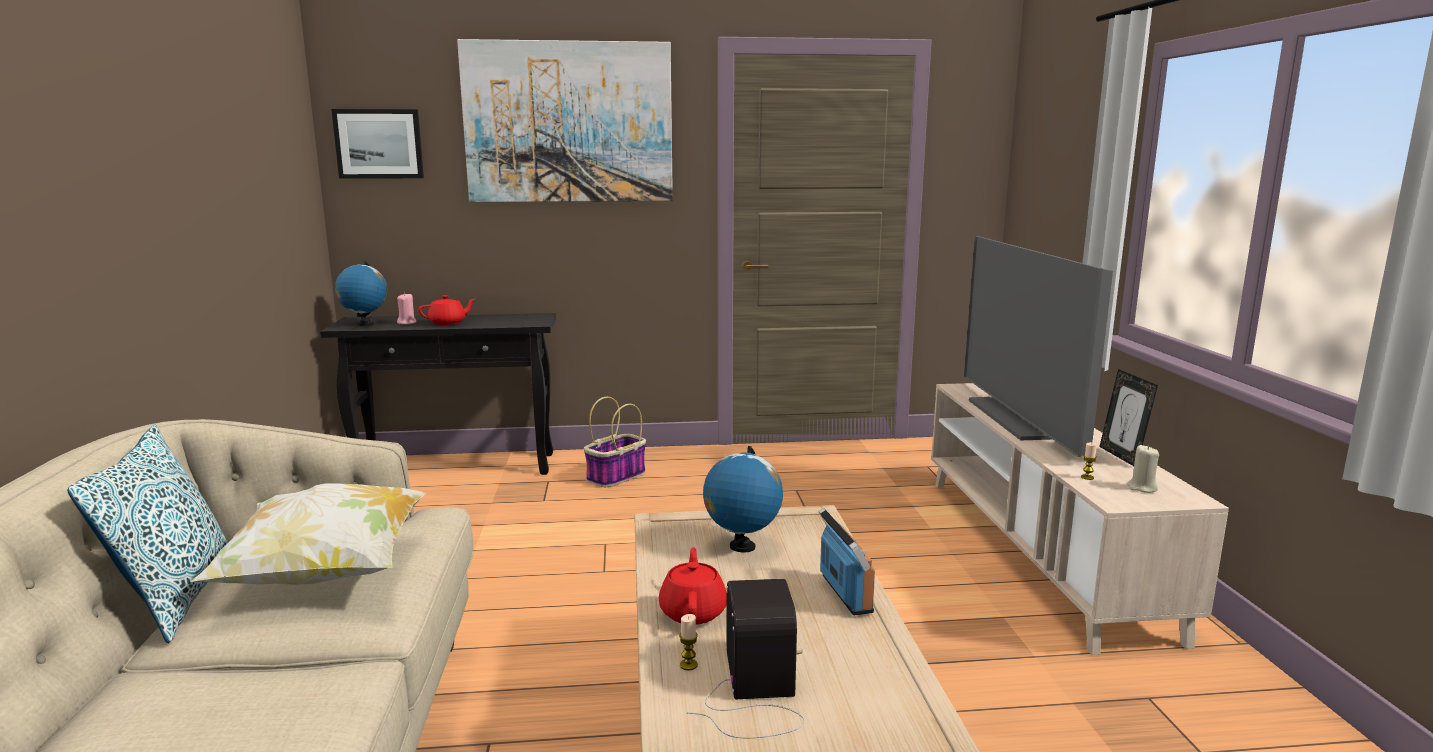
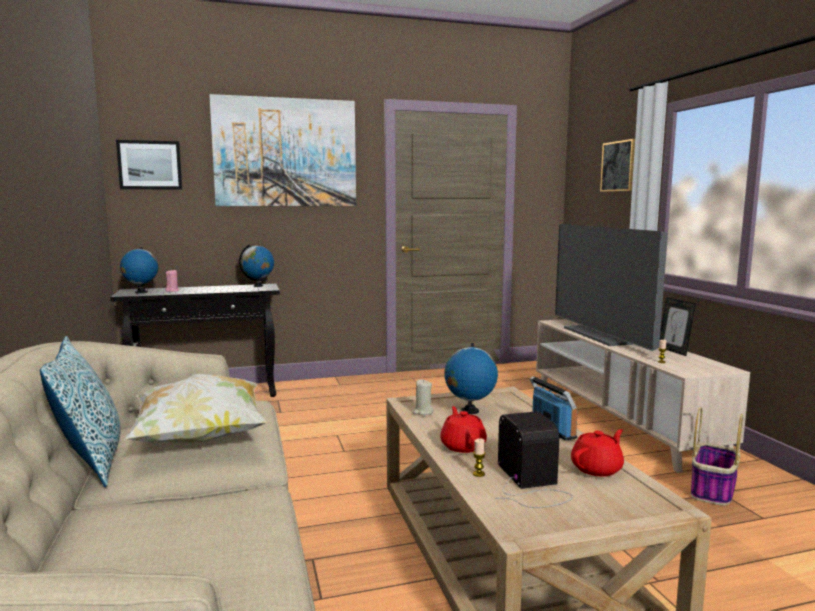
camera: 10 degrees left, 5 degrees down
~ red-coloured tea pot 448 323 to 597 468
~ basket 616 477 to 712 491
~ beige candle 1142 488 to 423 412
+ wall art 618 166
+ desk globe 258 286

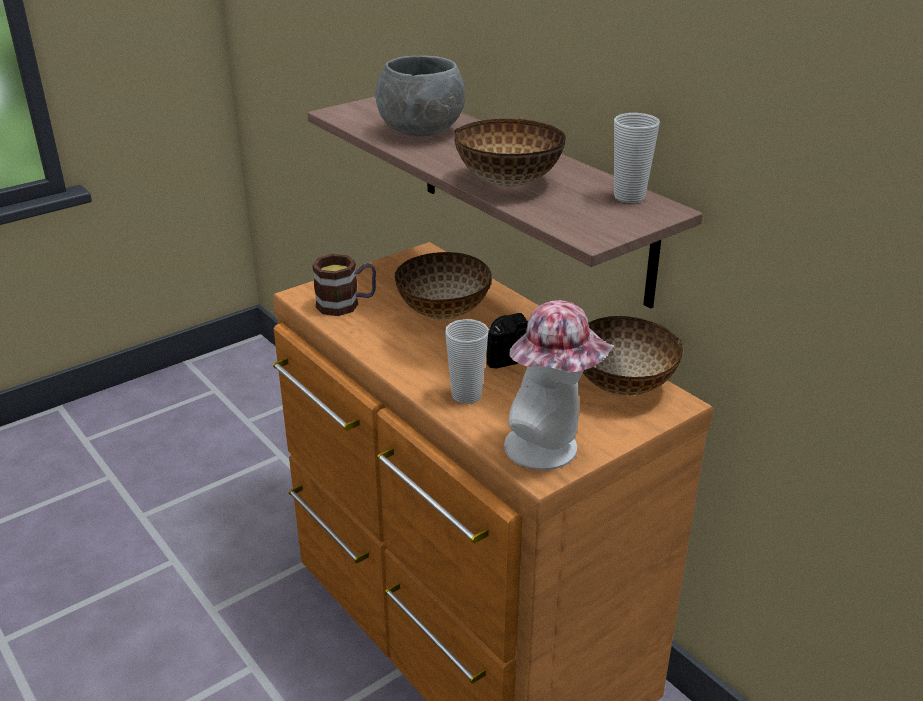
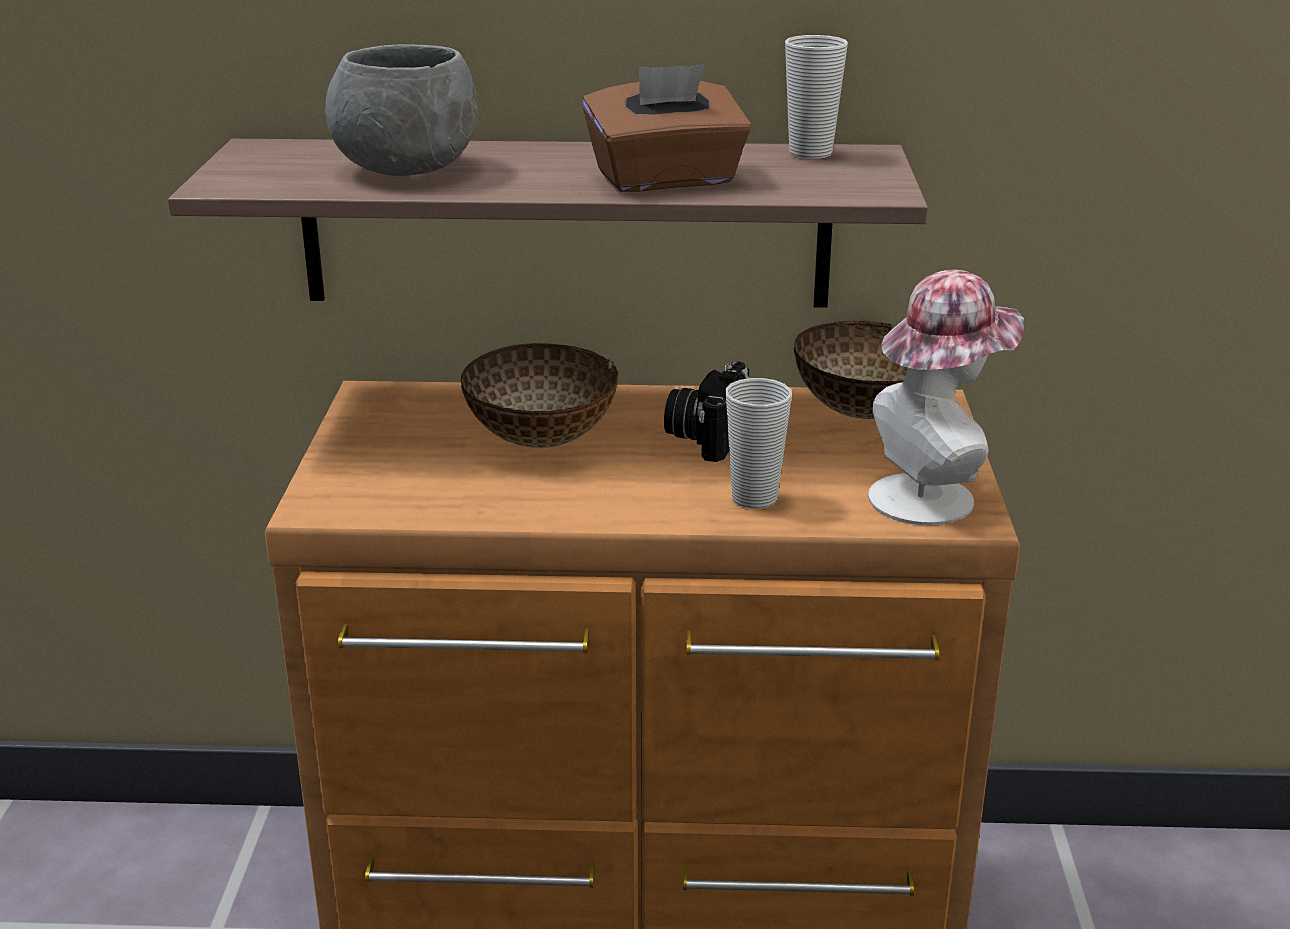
camera: 50 degrees left, 5 degrees down
~ serving bowl 510 182 to brown-coloured tissue holder 666 180
- coffee mug 346 304

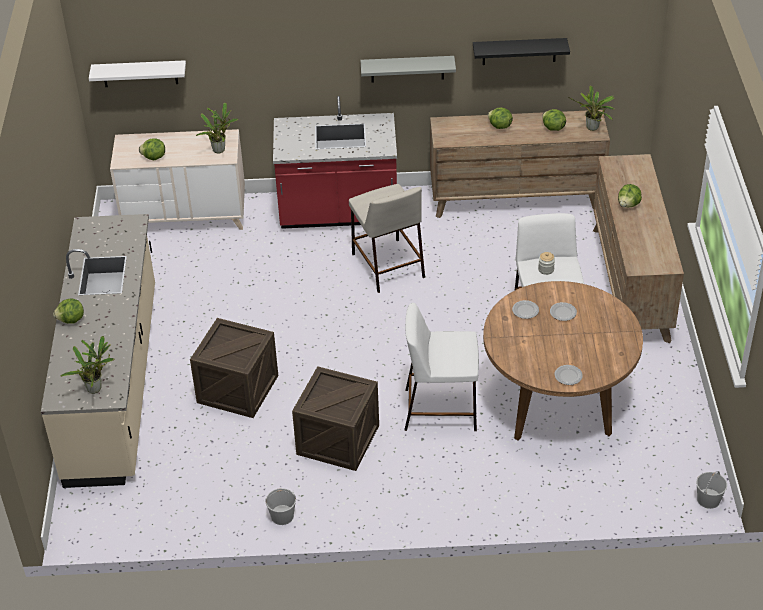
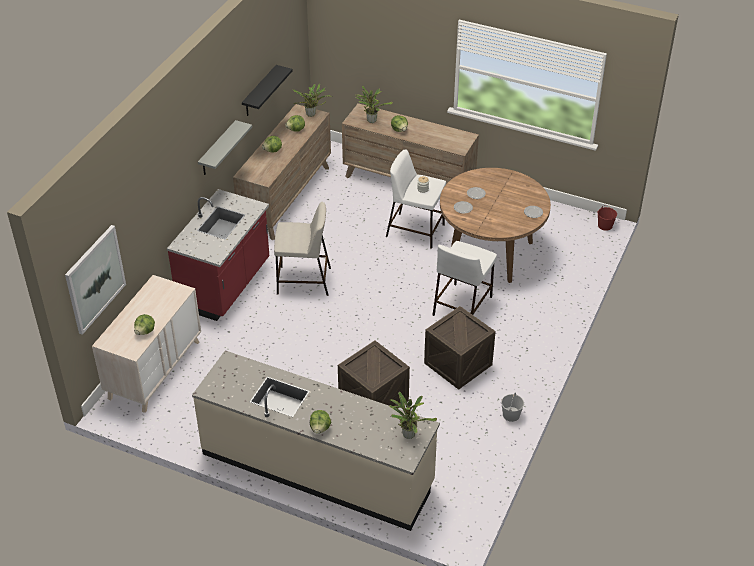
camera: 65 degrees left, 0 degrees up
~ white-coloured wall shelf 140 73 to wall art 95 279
~ potted plant 220 149 to 371 120
~ white-coloured bucket 708 500 to red-coloured bucket 605 225

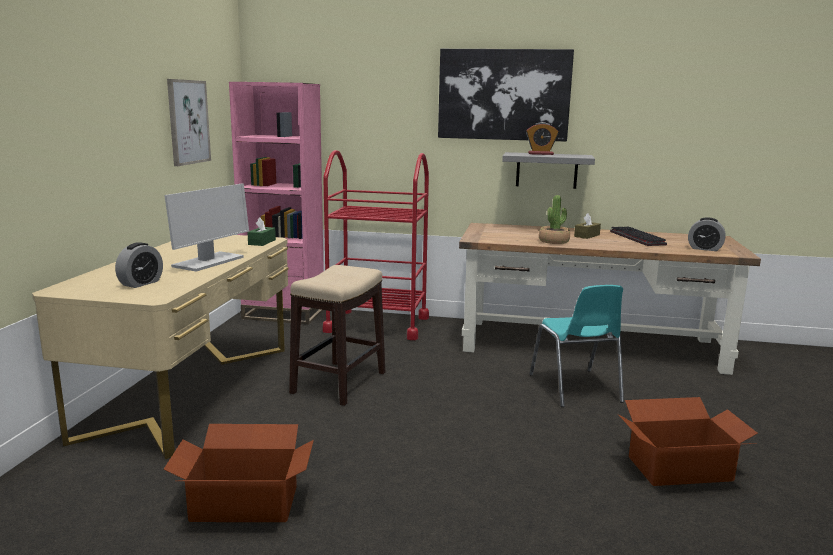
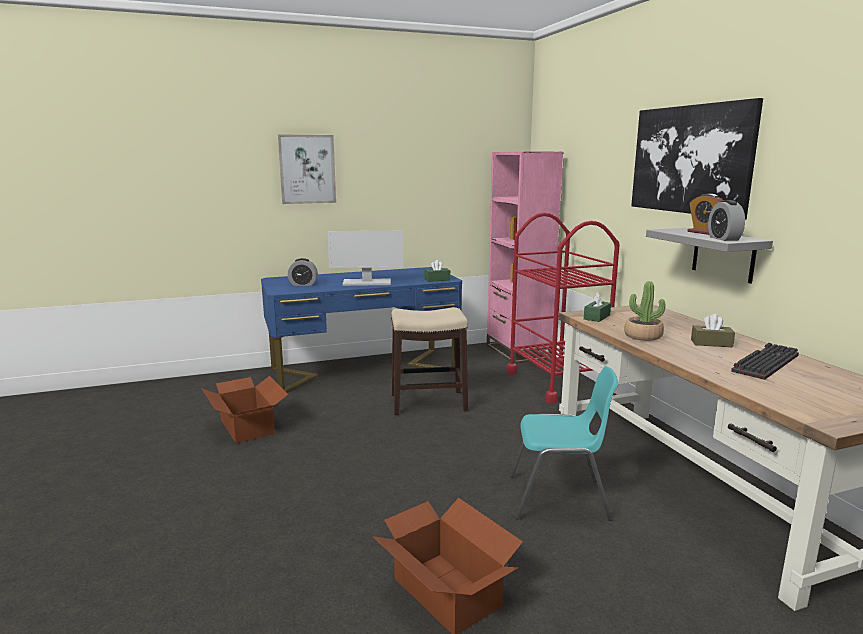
camera: 60 degrees right, 0 degrees up
~ wall art 188 122 to 307 169
~ table clock 704 249 to 723 239
~ beige desk 191 389 to blue desk 363 370
~ turquoise plain chair 575 389 = 560 498 135 degrees counterclockwise
+ greenish tissue holder 596 317

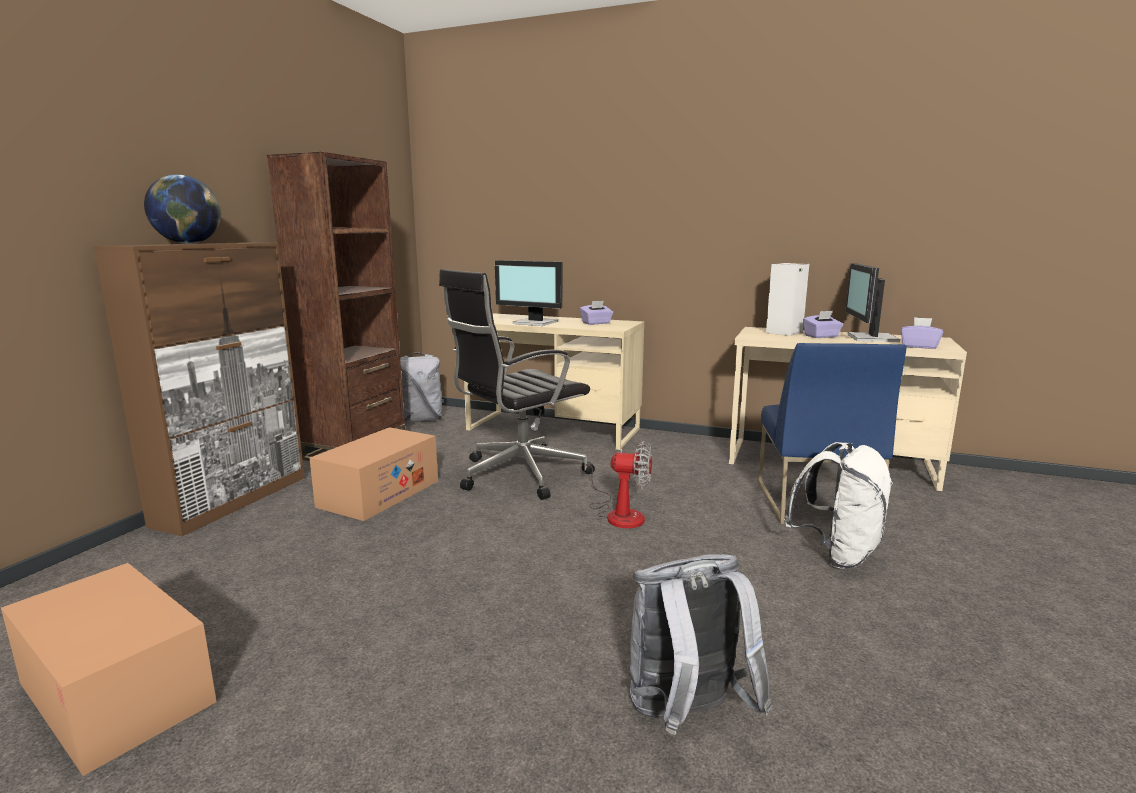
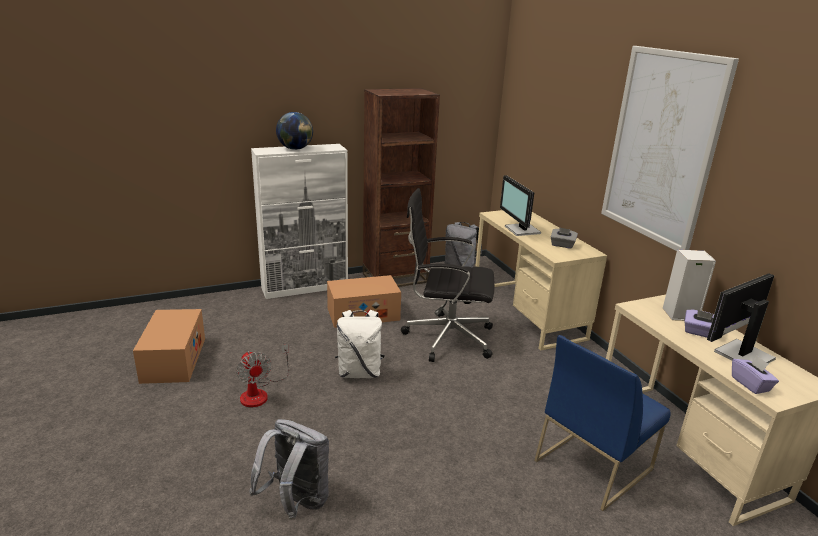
camera: 45 degrees right, 10 degrees up
~ brown-coloured cupboard 233 500 to white-coloured cupboard 305 287
~ purplish tissue holder 596 323 to gray tissue holder 562 245
~ cooling fan 619 514 to 260 393
~ white-coloured backpack 837 554 to 359 372
+ wall art 662 147

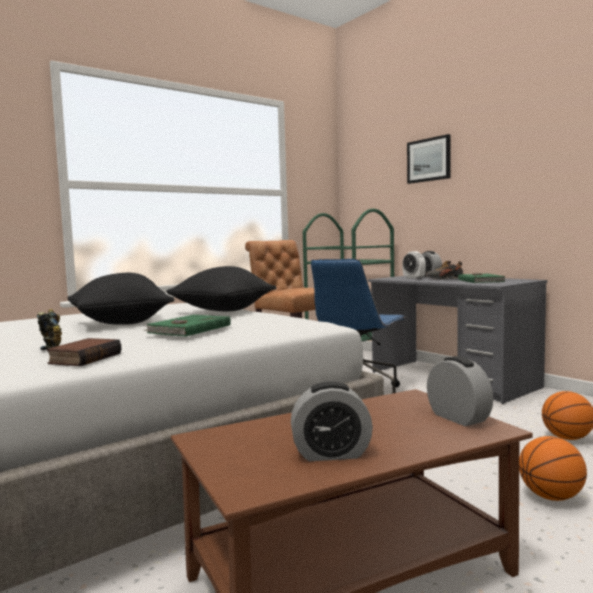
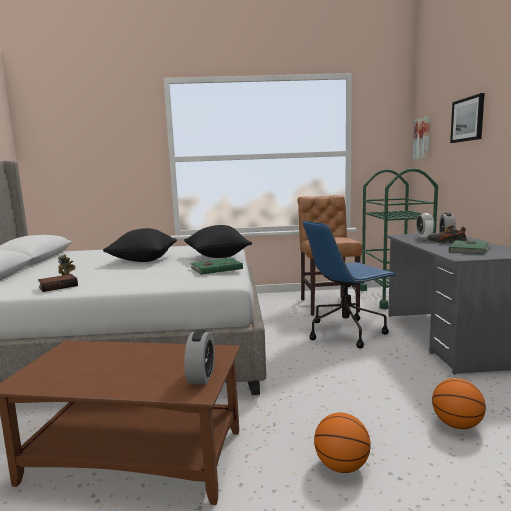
camera: 35 degrees right, 5 degrees up
~ greenish bound book 188 329 to 216 268
- table clock 331 454
+ wall art 422 138

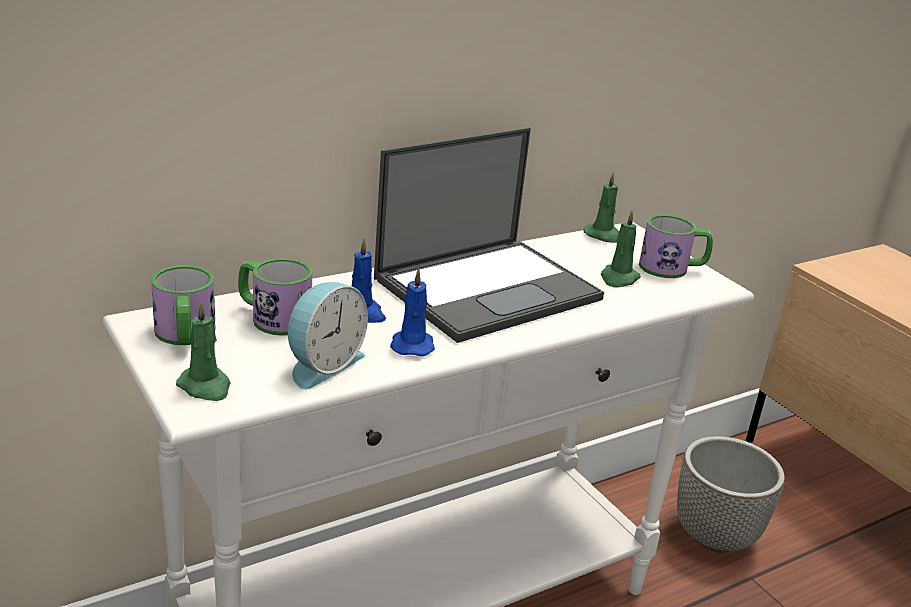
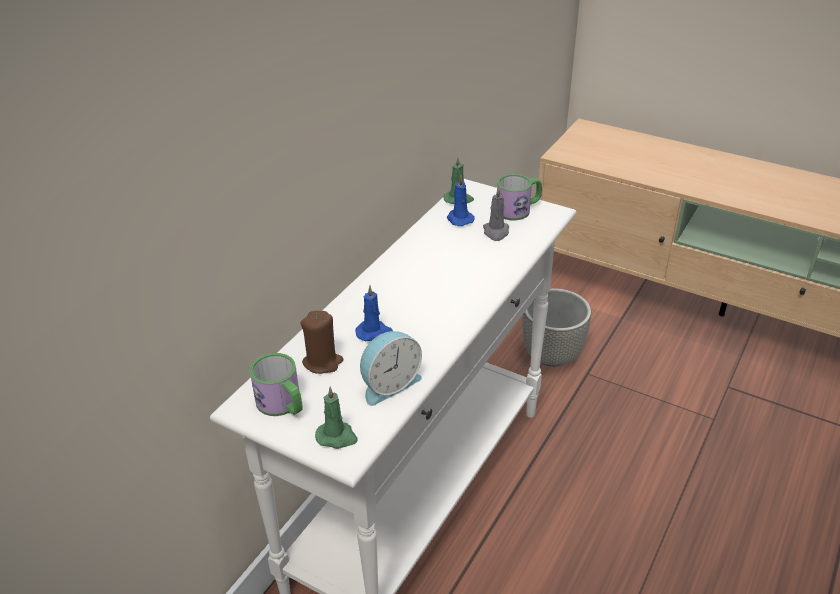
camera: 25 degrees left, 10 degrees up
- laptop 489 288
~ greenish candle 618 278 to gray candle 496 232
~ coffee mug 273 317 to brown-coloured candle 322 362
~ blue candle 412 345 to 459 219
~ table clock 322 364 = 389 384 45 degrees clockwise

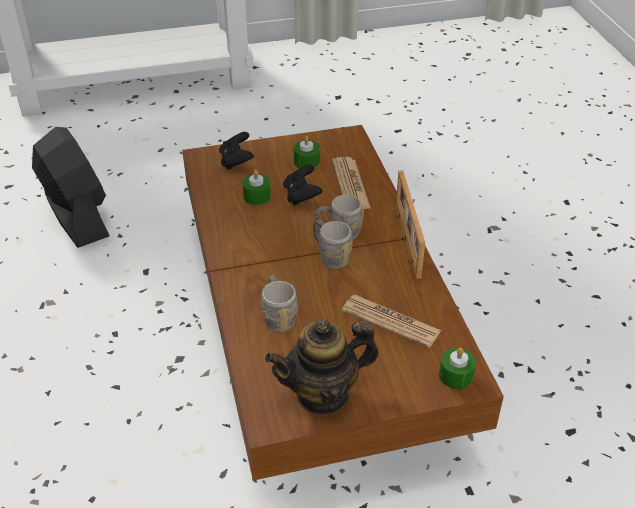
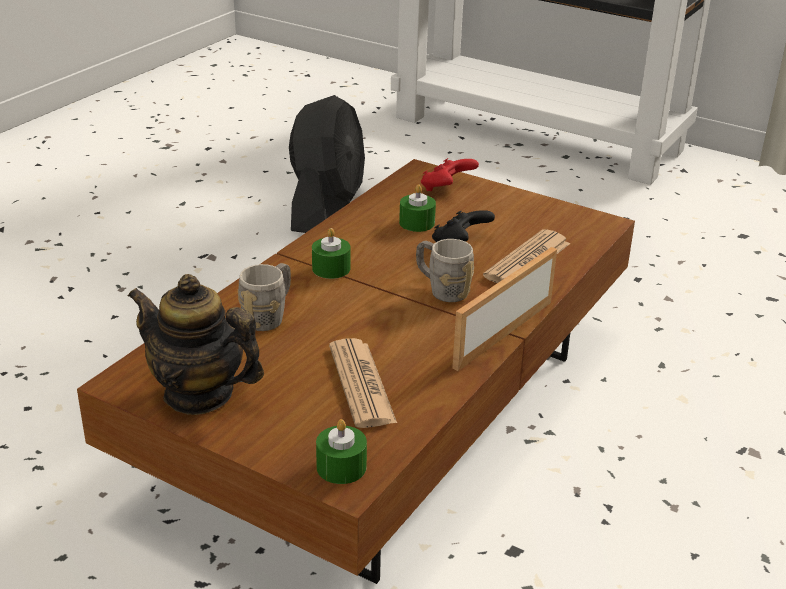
camera: 45 degrees right, 10 degrees down
~ black-coloured game controller 236 161 to red-coloured game controller 446 189
~ greenish candle 306 162 to 331 268
- gray coffee mug 330 256

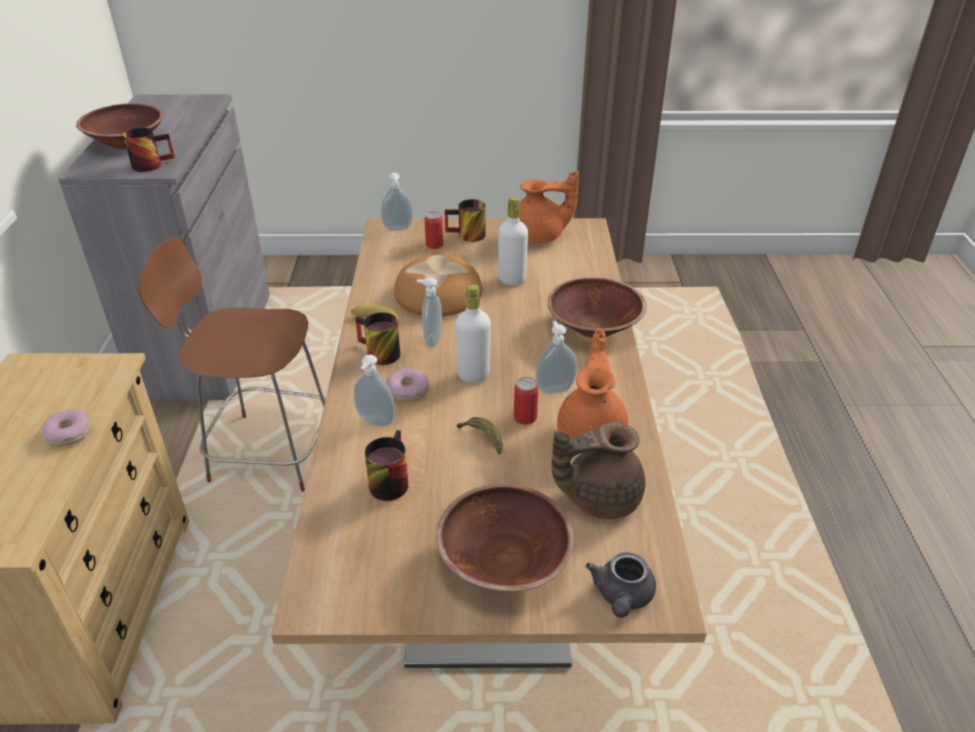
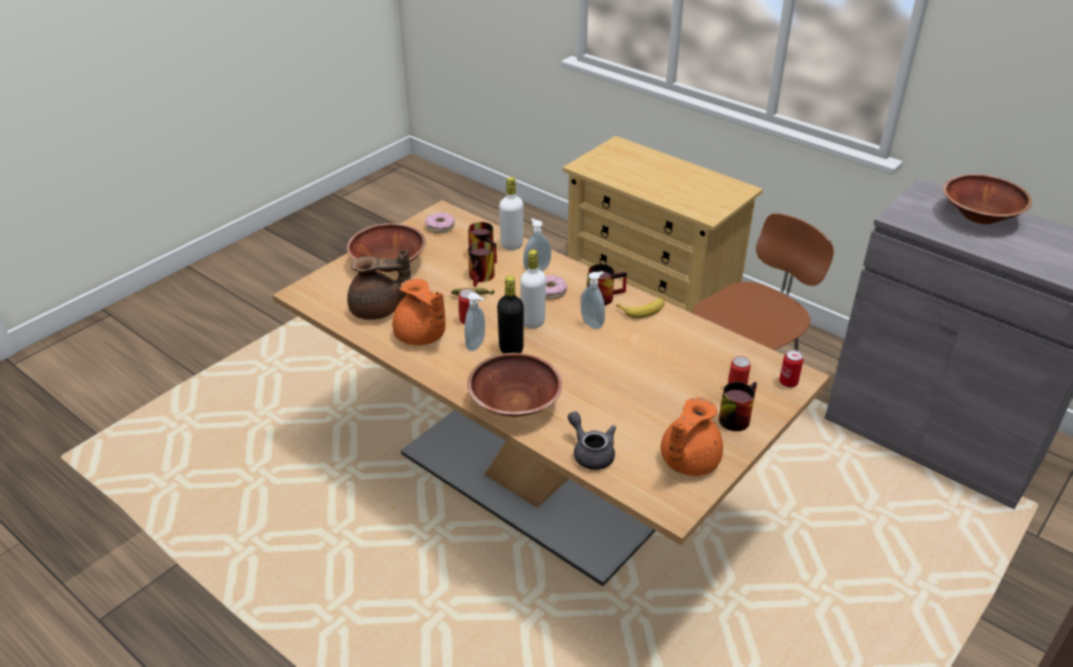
camera: 130 degrees right, 0 degrees up
~ coffee mug 151 164 to 483 278
~ liquid soap bottle 398 229 to sealed can 788 382
~ white-coloured bottle 512 279 to 512 245
- bread 438 294
~ ring doughnut 69 433 to 440 227
~ brown-coloured tea pot 598 497 = 378 310 60 degrees clockwise
~ gray tea pot 621 597 to 591 452
+ black-coloured bottle 511 349

